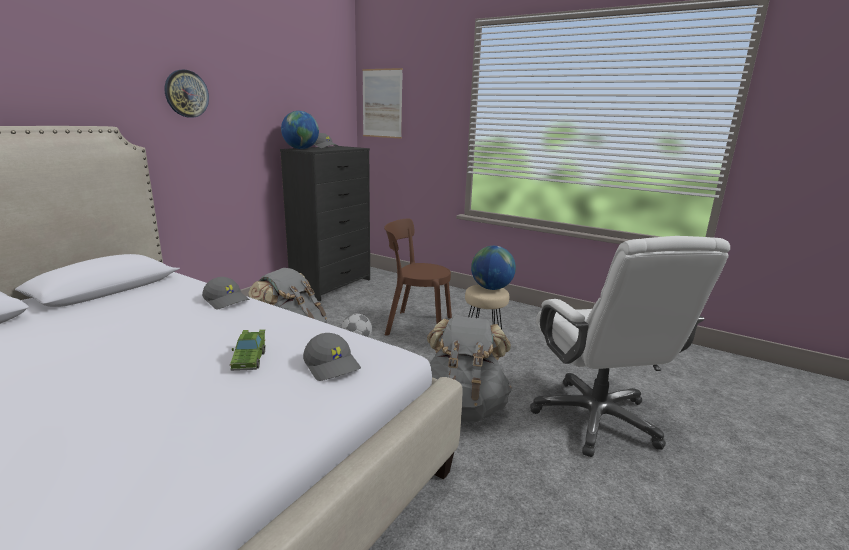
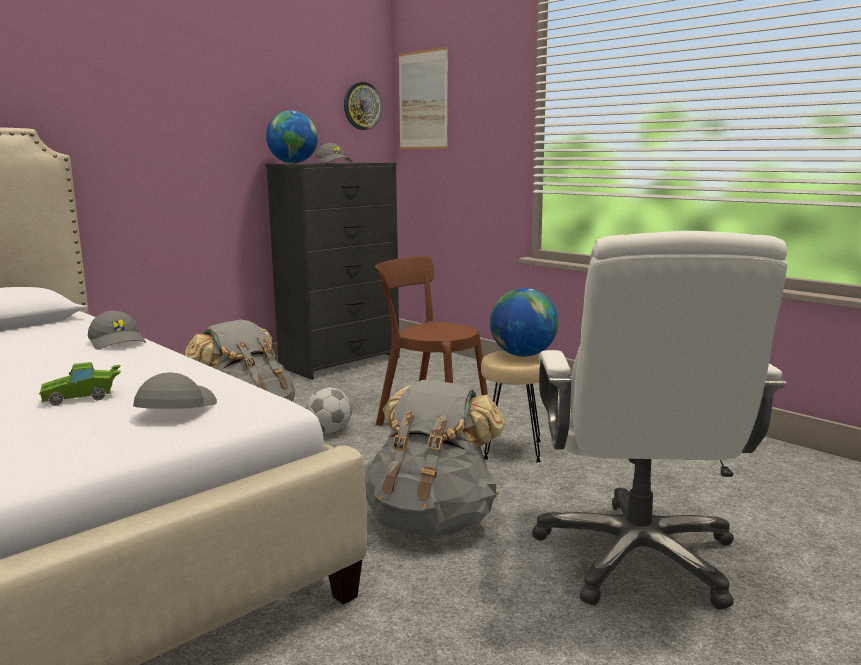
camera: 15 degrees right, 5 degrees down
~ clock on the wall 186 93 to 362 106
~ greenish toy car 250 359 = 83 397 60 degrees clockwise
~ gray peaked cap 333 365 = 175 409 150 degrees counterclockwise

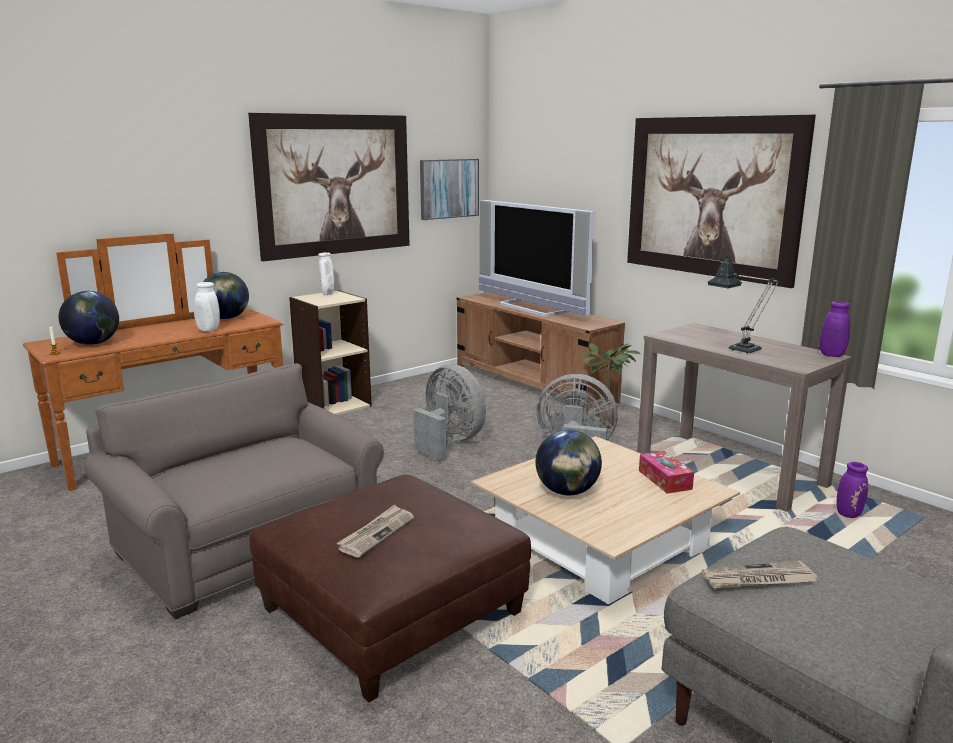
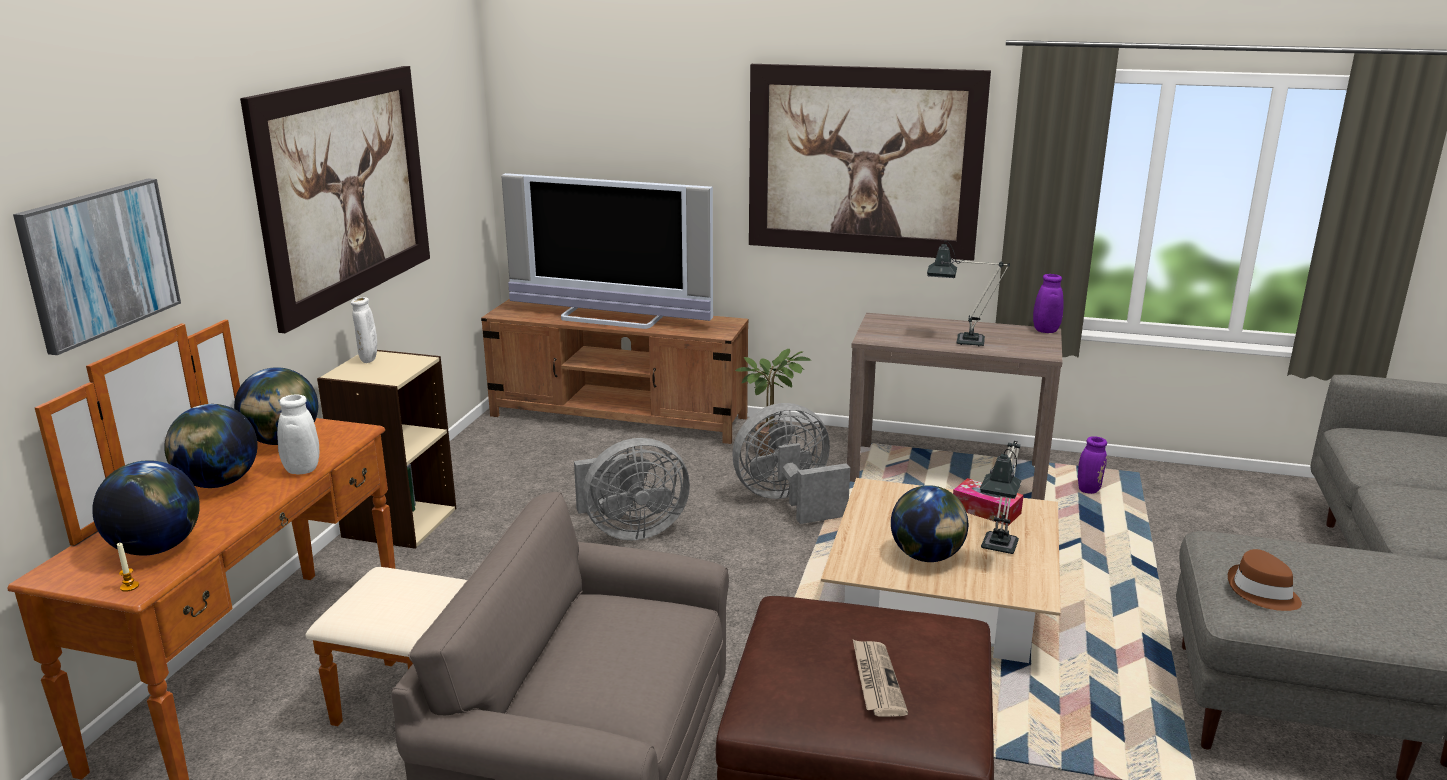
camera: 35 degrees left, 5 degrees up
~ wall art 449 188 to 100 262
~ gray cooling fan 449 442 = 630 530 150 degrees clockwise
~ printed paper 758 579 to brown-coloured clothing hat 1262 592
+ desk globe 218 483
+ tabletop lamp 997 550

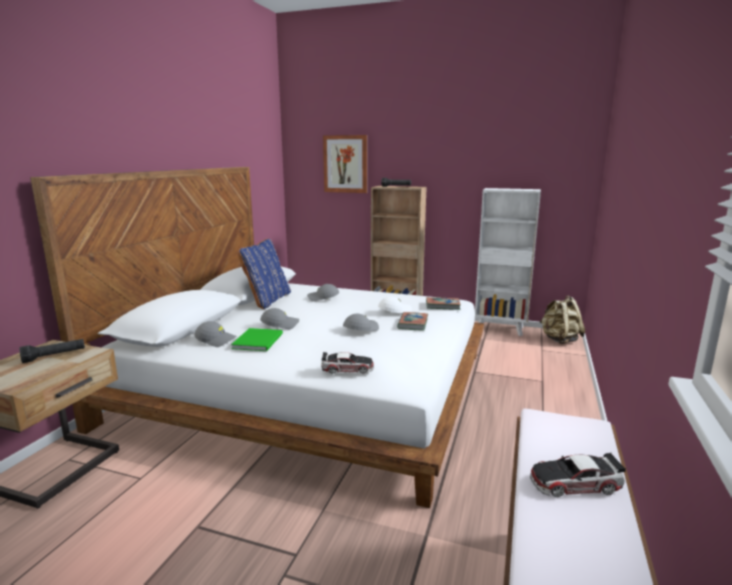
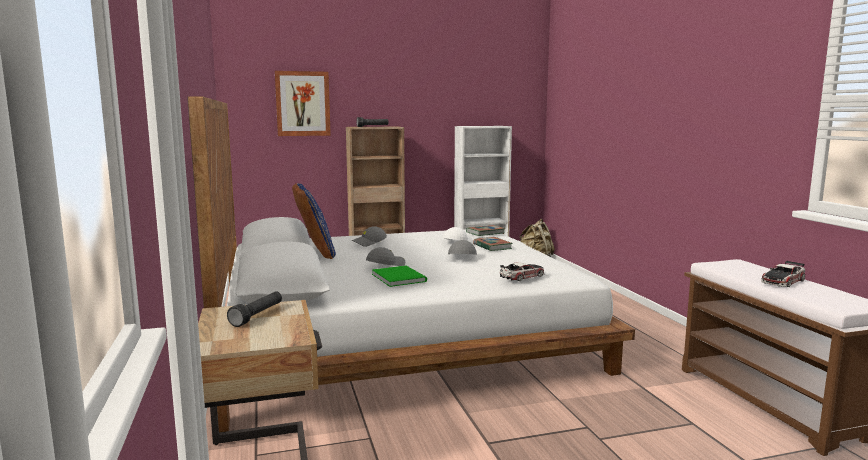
camera: 35 degrees left, 5 degrees down
- gray peaked cap 216 340

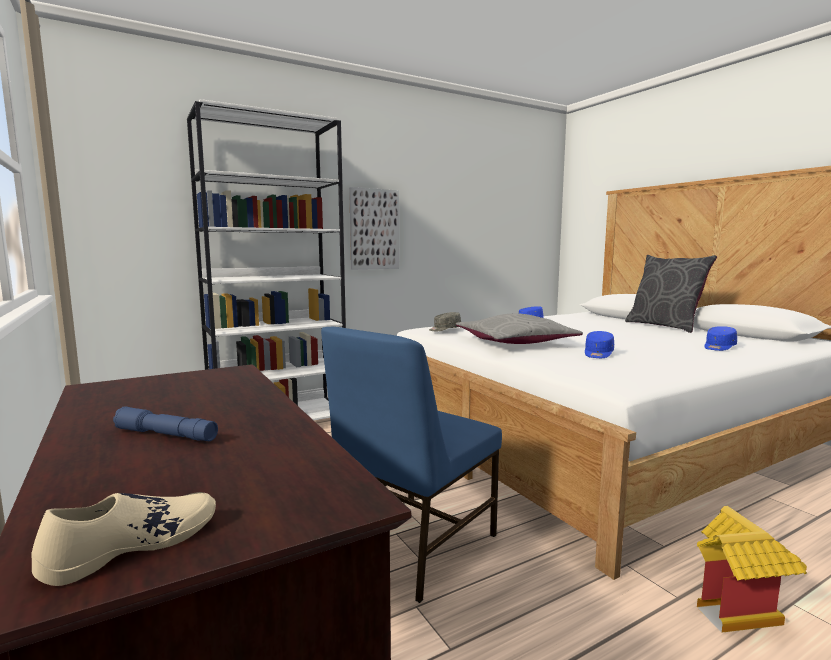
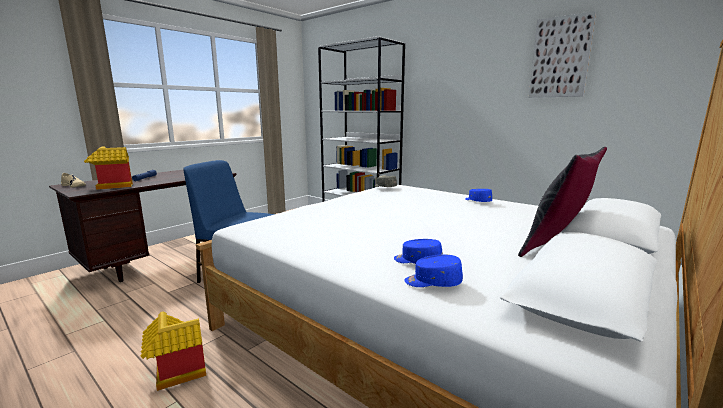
camera: 70 degrees right, 5 degrees up
~ wall art 374 229 to 560 57
- gray cushion 515 342
~ blue peaked cap 598 354 to 432 282
+ miniature house 110 186

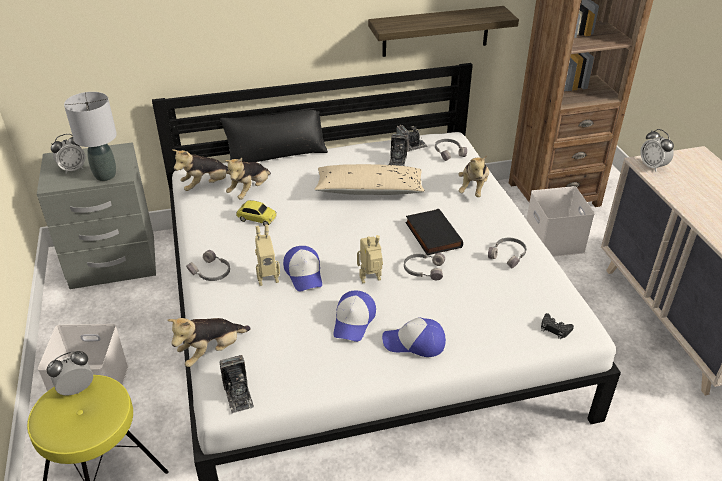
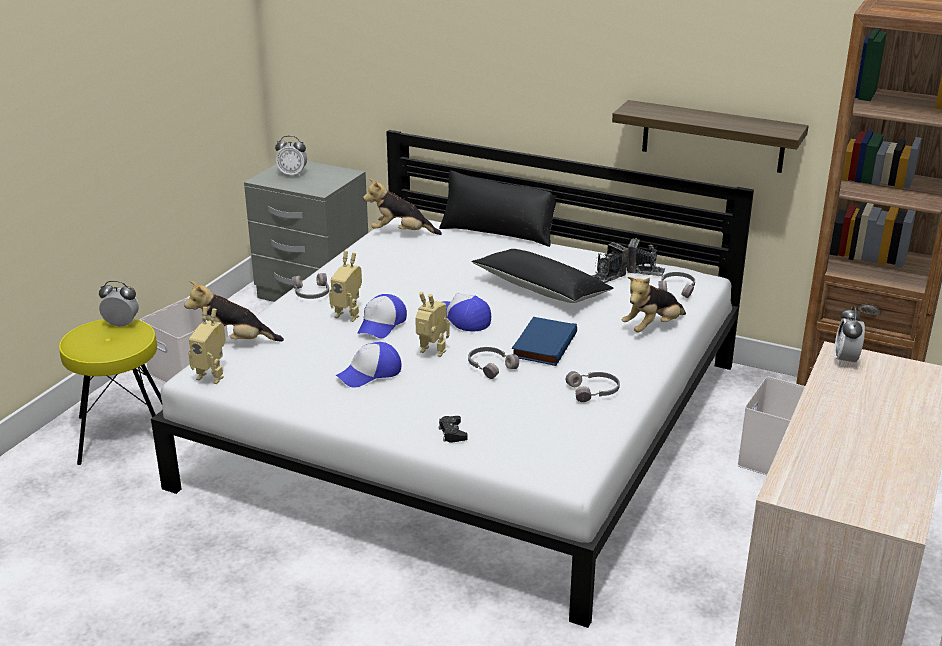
camera: 40 degrees right, 10 degrees down
- gray tabletop lamp 105 175
- soft toy 250 191
~ beige cushion 369 190 to black-coloured cushion 541 289
- toy car 256 218
~ black-coloured bound book 431 235 to blue bound book 543 345
~ black-coloured game controller 555 329 to 452 433
~ peaked cap 414 343 to 463 319
~ still camera 238 394 to model robot 212 376

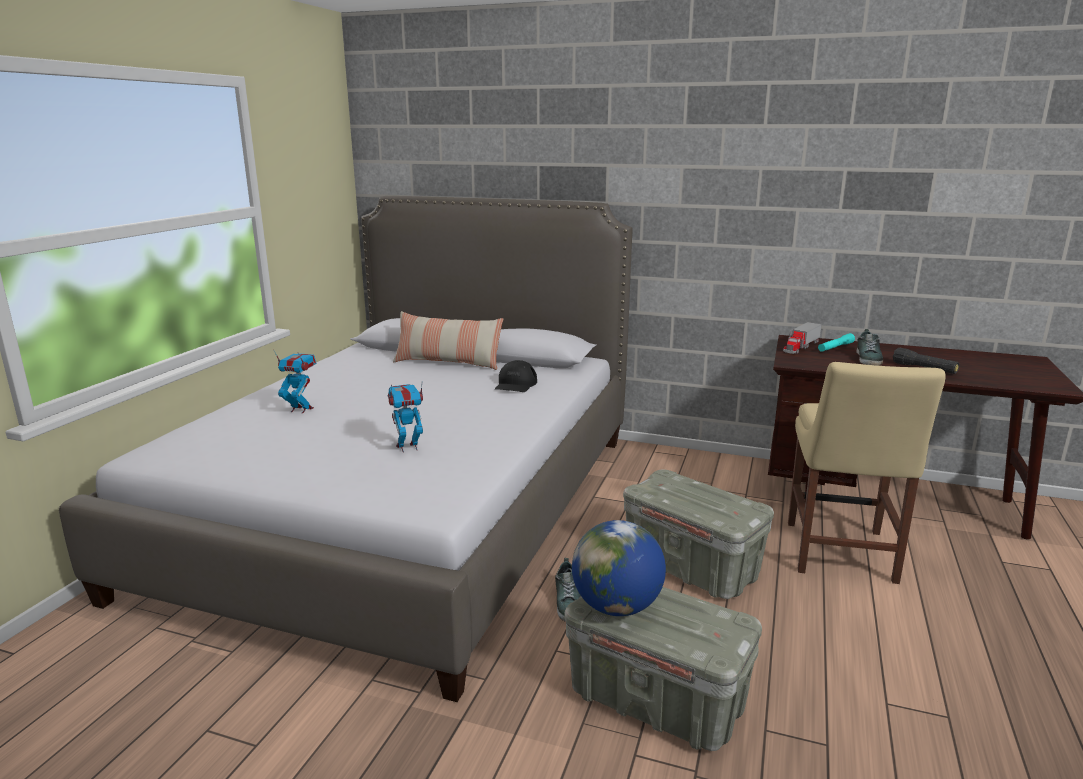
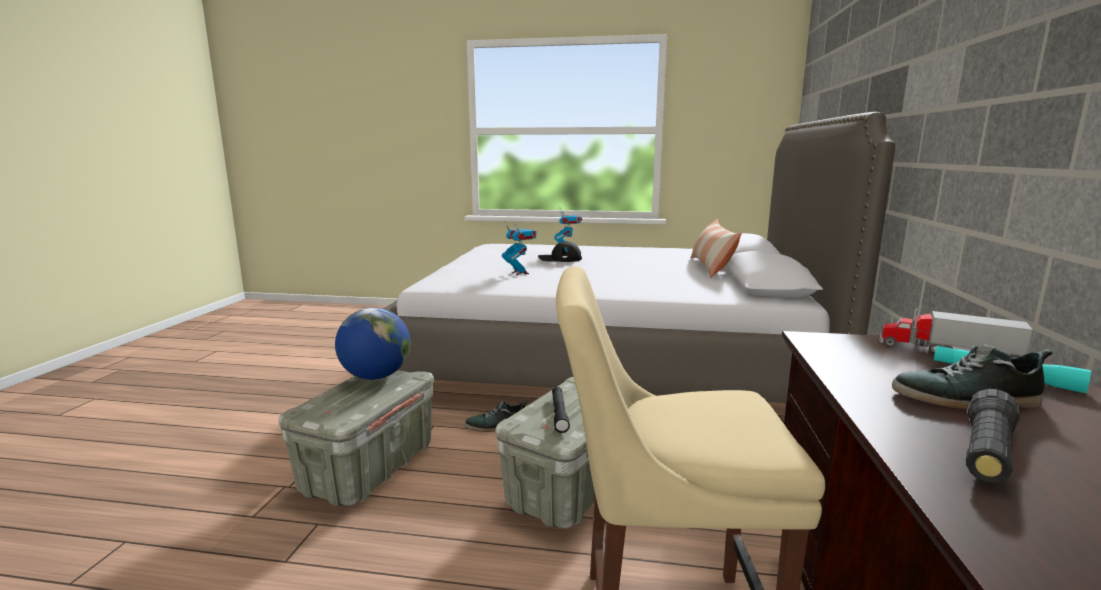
camera: 80 degrees right, 5 degrees down
~ black-coloured peaked cap 515 384 to 559 259
+ black-coloured torch 559 414

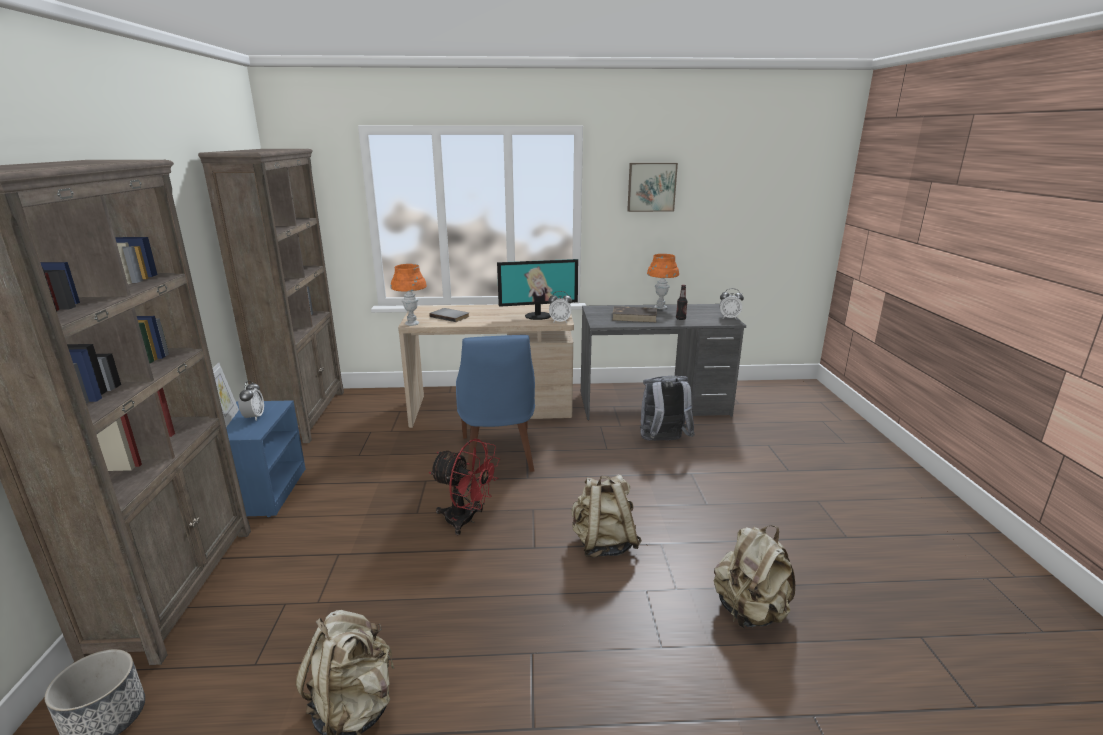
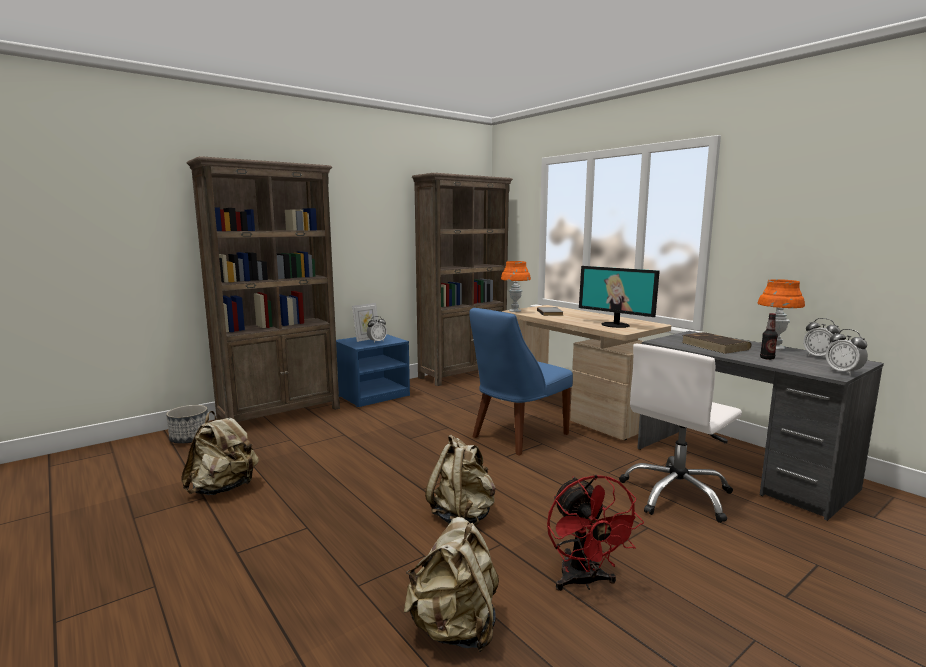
camera: 55 degrees right, 10 degrees down
- wall art 651 187
~ table clock 560 321 to 819 357
~ gray backpack 663 441 to white-coloured computer chair 677 495
~ red-coloured cooling fan 466 520 to 584 582

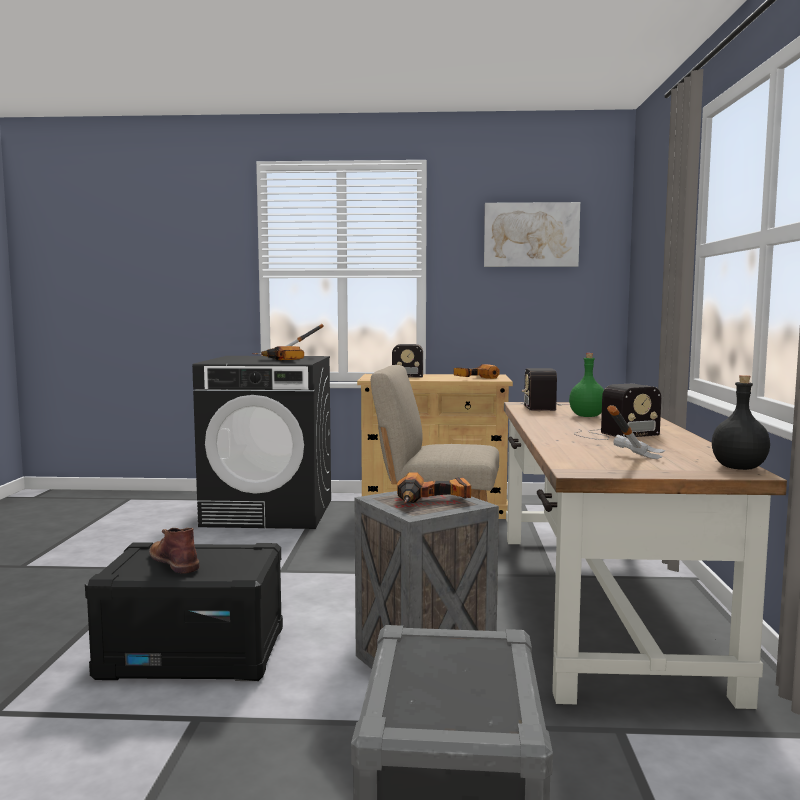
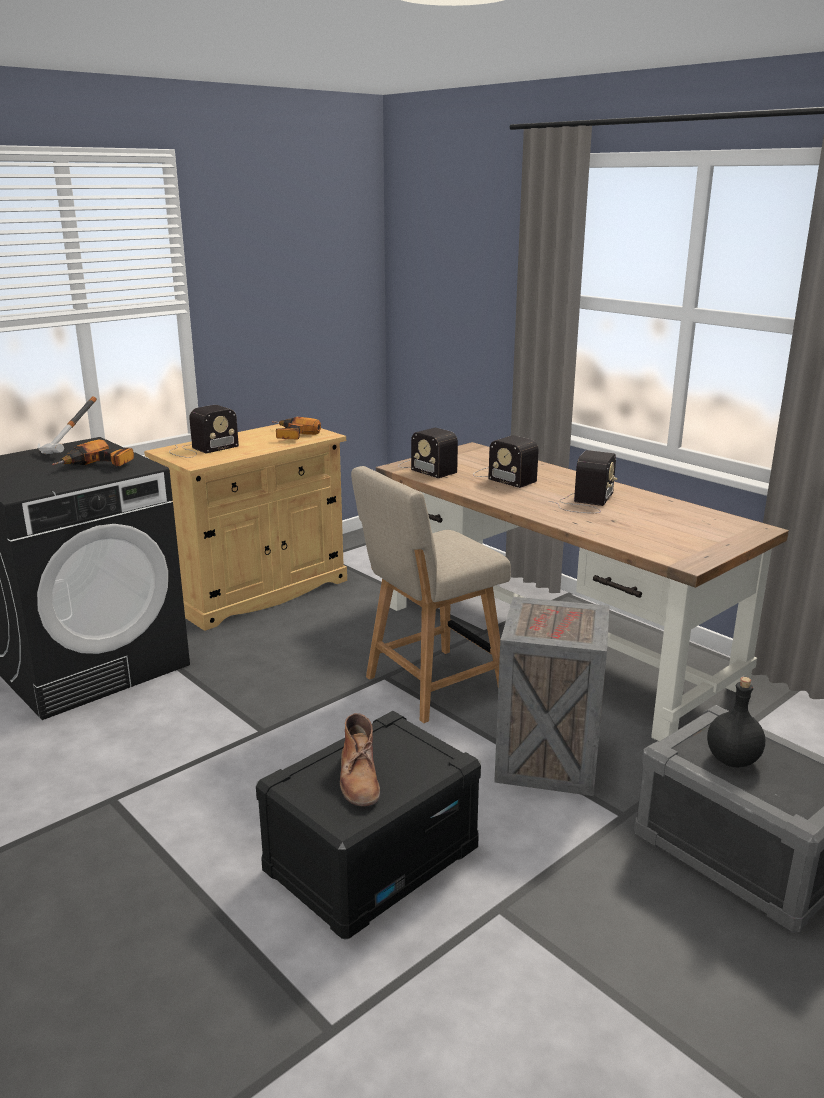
camera: 45 degrees left, 15 degrees up
- wall art 531 235
~ greenish bottle 588 416 to radio set 502 476
~ black-coloured bottle 740 468 to 733 760
- hammer 620 461
- power drill 433 502
~ brown-coloured high-top boot 174 561 = 359 778 105 degrees counterclockwise

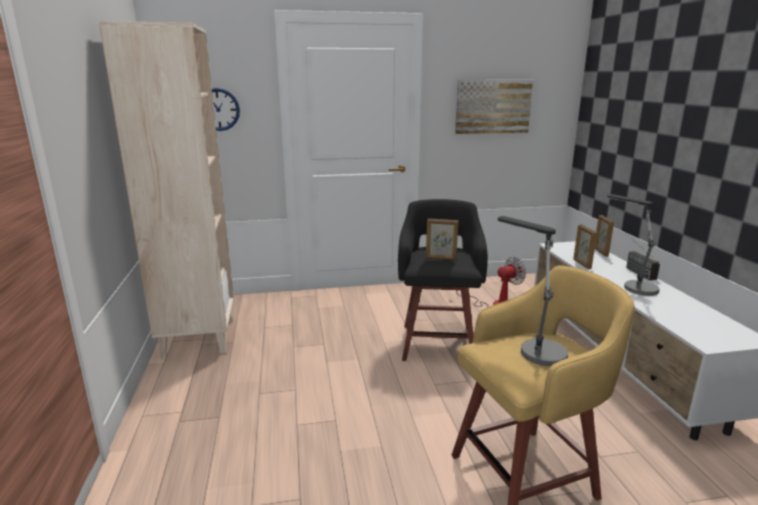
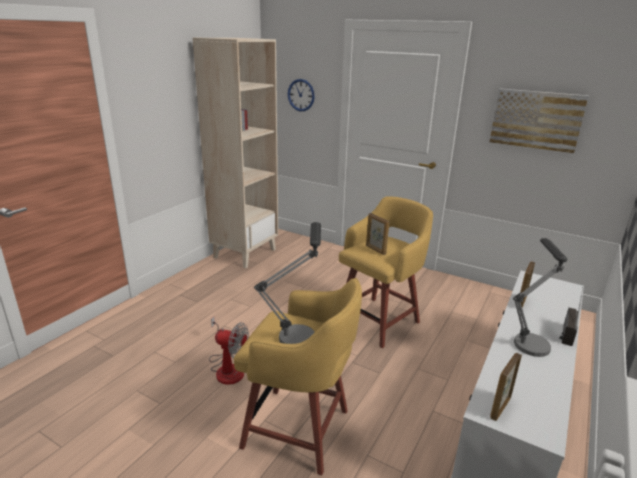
camera: 40 degrees right, 5 degrees up
~ black-coloured stool seat 438 342 to yellow-coloured stool seat 379 320
~ picture frame 600 252 to 500 407
~ cooling fan 495 304 to 227 368

